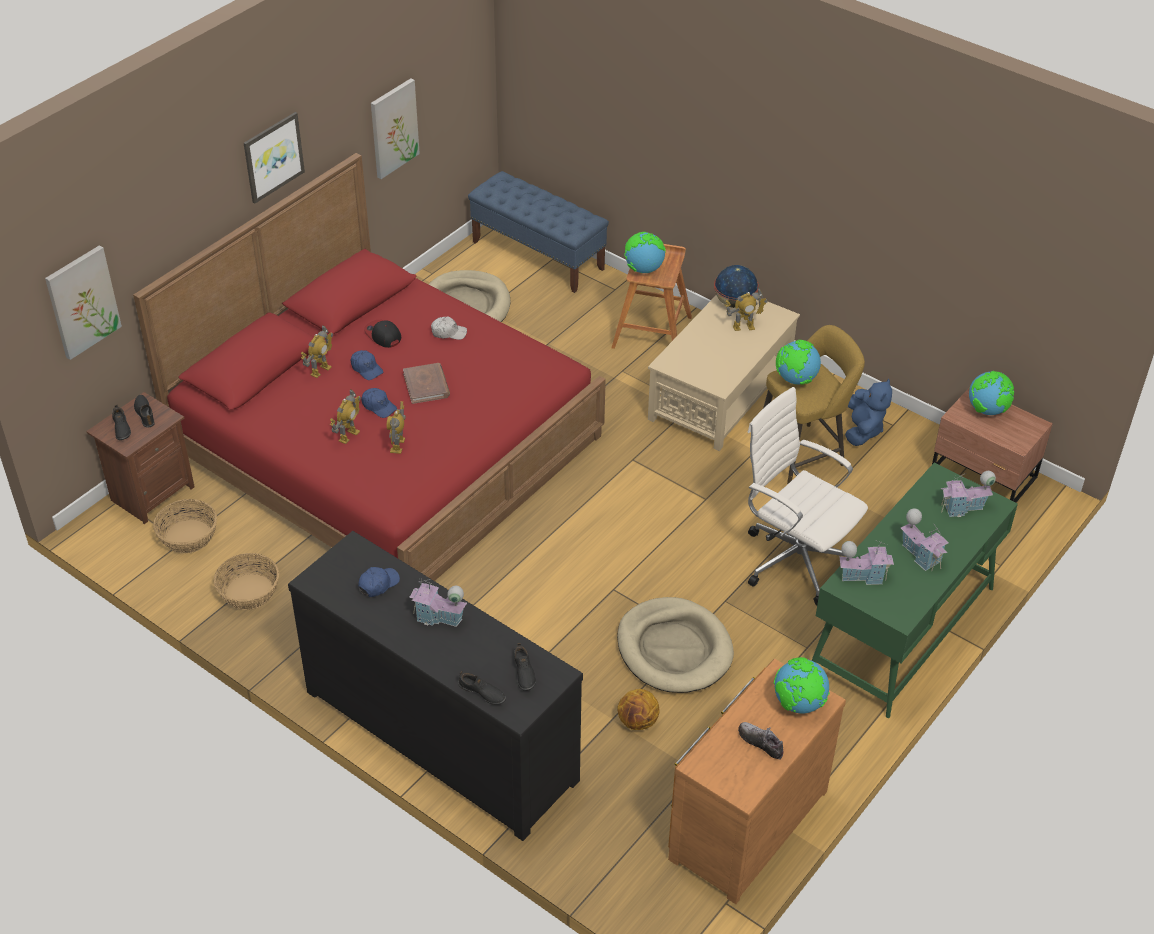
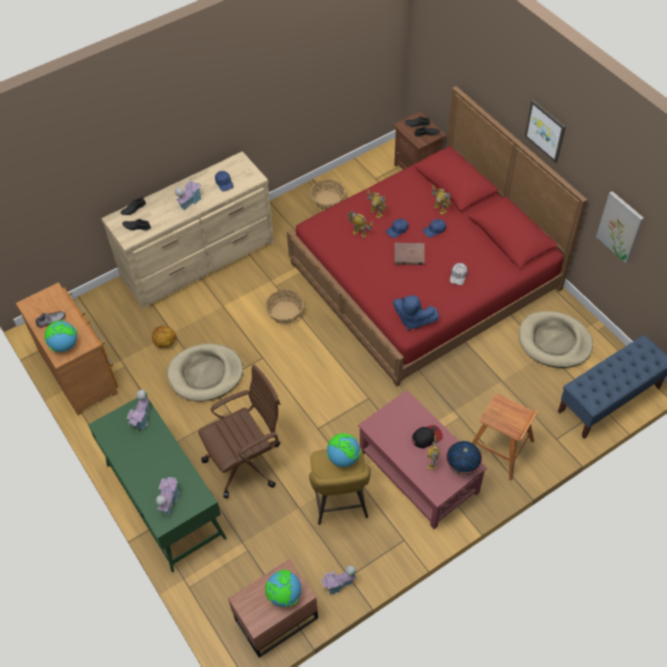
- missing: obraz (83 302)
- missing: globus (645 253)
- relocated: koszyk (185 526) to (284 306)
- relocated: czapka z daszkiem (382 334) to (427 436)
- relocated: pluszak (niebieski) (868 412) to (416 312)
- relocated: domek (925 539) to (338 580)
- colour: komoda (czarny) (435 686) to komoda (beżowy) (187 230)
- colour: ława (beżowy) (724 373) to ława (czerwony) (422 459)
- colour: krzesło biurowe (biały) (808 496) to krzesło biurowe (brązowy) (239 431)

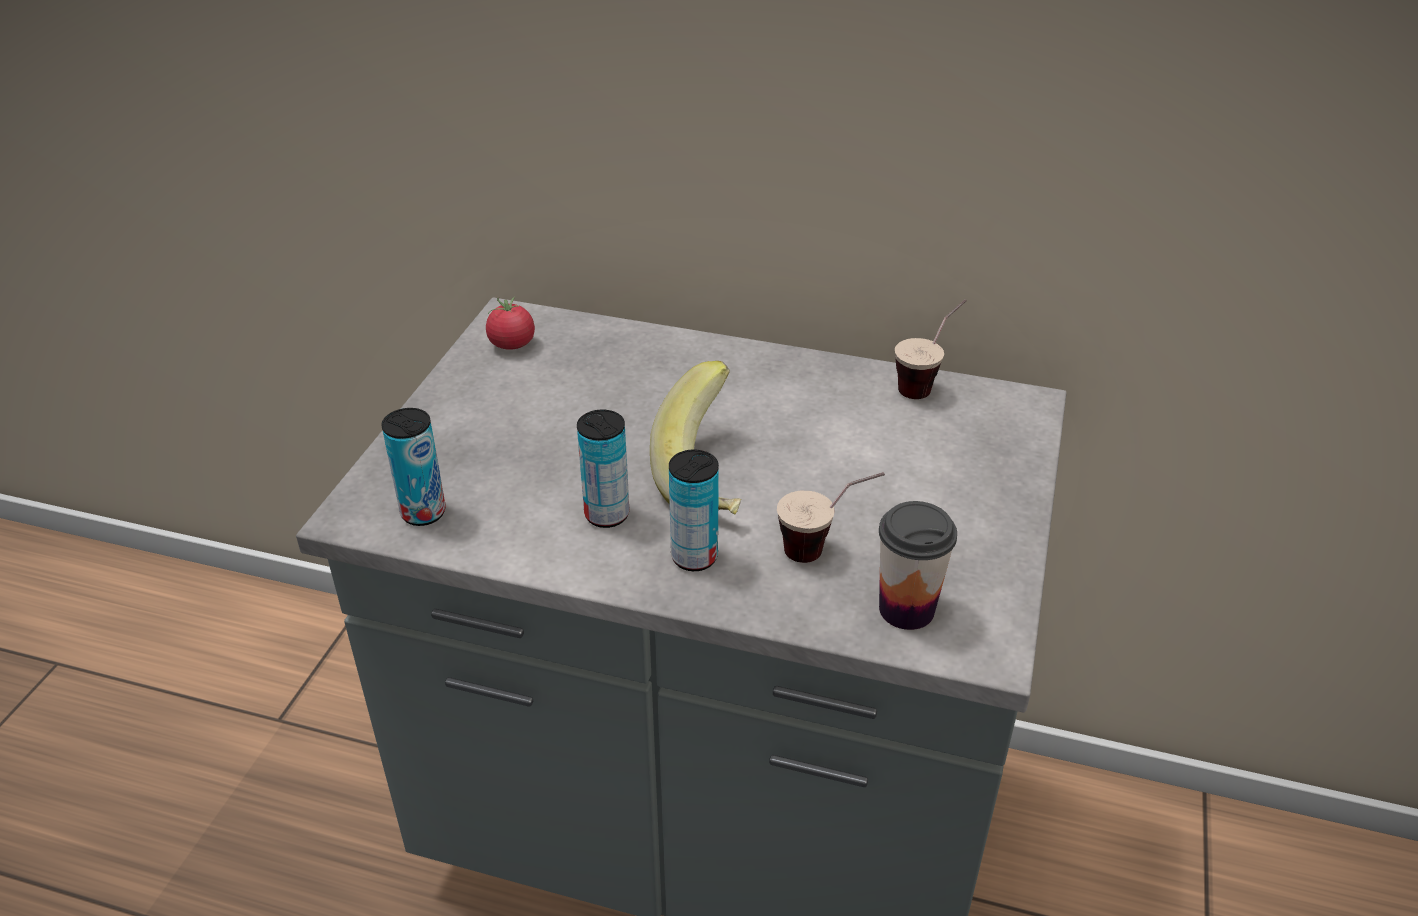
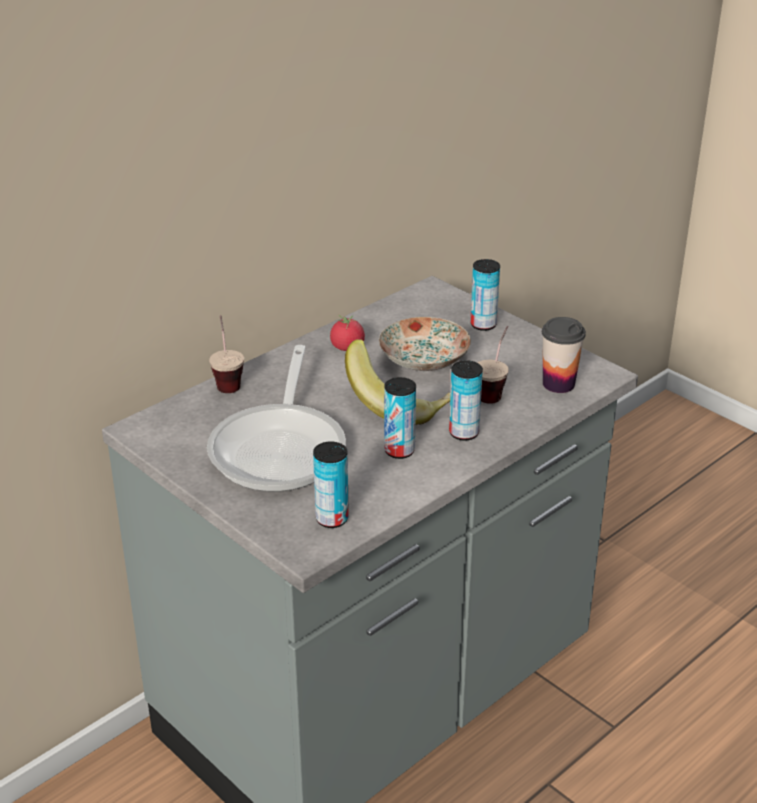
- appeared: patelnia (276 418)
- appeared: talerz (425 344)
- appeared: puszka (485 295)
- relocated: pomidor (510 323) to (347 333)
- relocated: filiżanka (930 349) to (226 354)

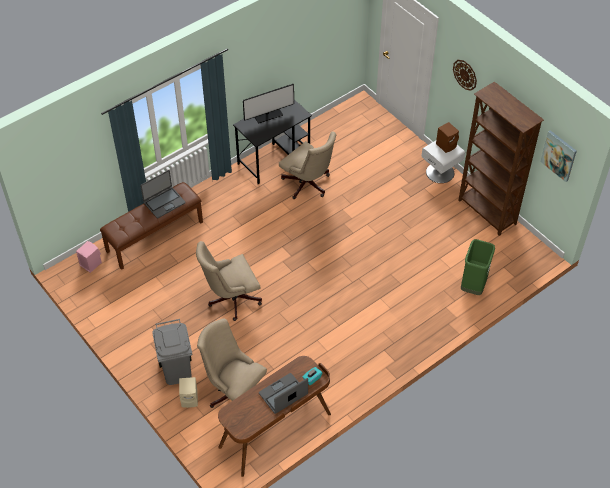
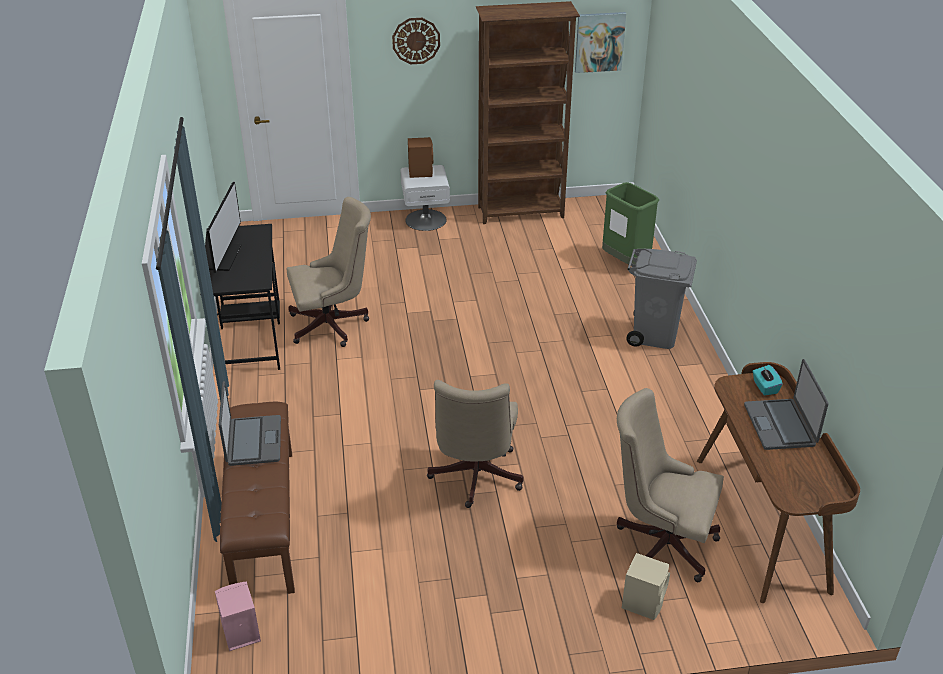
- relocated: kosz na śmieci (szary) (172 352) to (661 299)
- spun: krzesło biurowe (beżowy) (232 363) = (670 485) 45 degrees clockwise

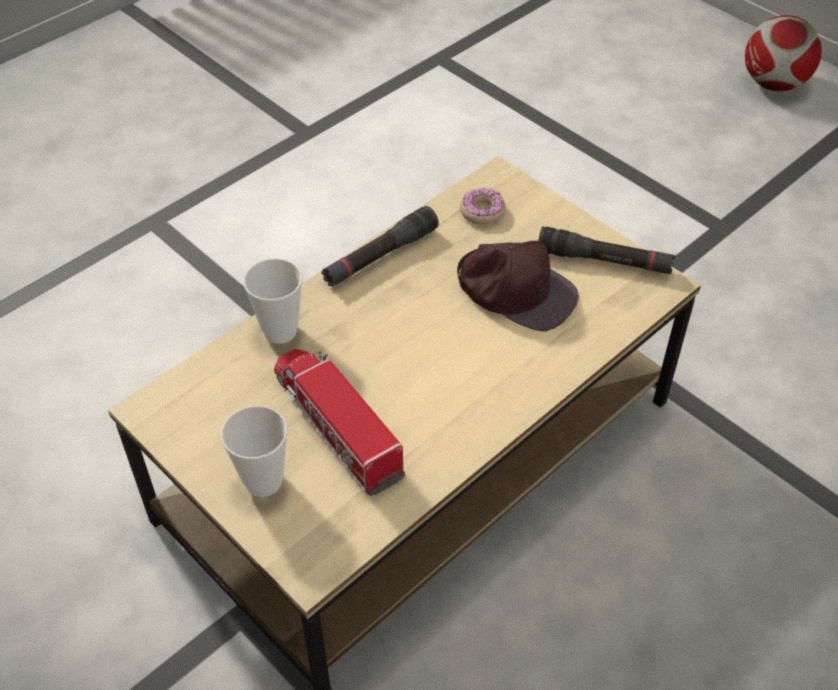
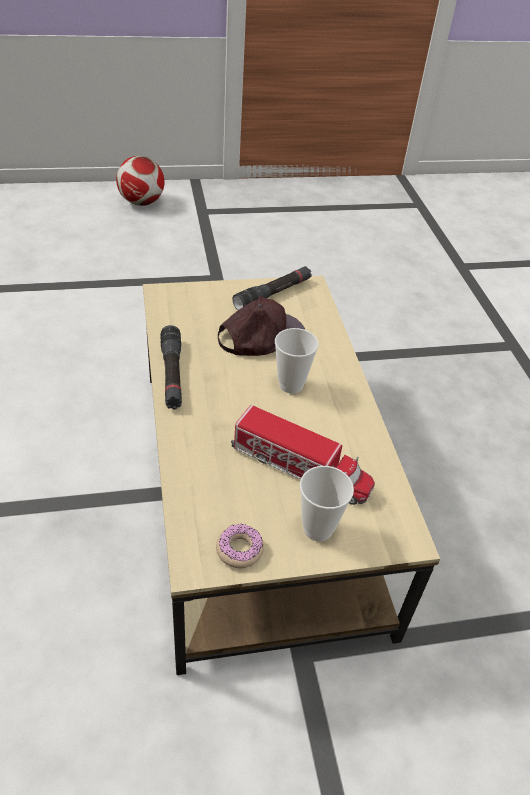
- relocated: filiżanka (272 301) to (297 360)
- relocated: donut (483 206) to (240 546)
- spun: ciężarówka zabawkowa (339 422) = (303 455) 150 degrees counterclockwise

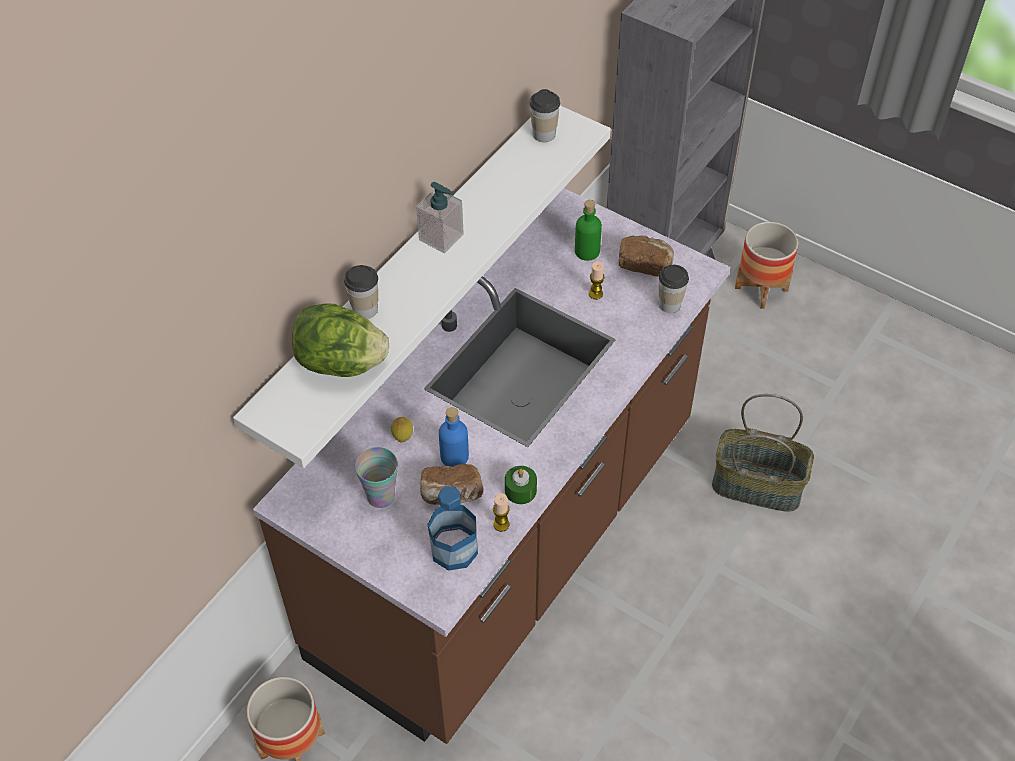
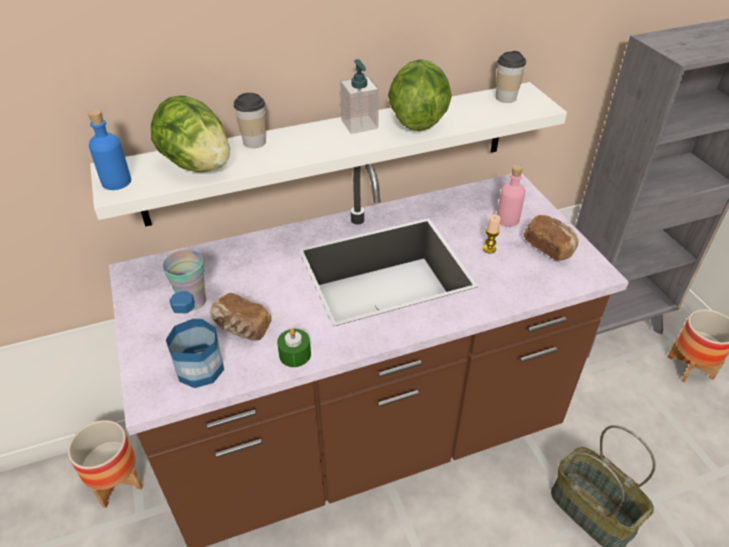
- missing: cytryna (402 430)
- missing: świeca (501 512)
- missing: filiżanka (674 289)
- appeared: sałata (420 95)
- relocated: butelka (niebieski) (454 437) to (109 149)
- colour: butelka (zielony) (588 230) to butelka (różowy) (511 196)

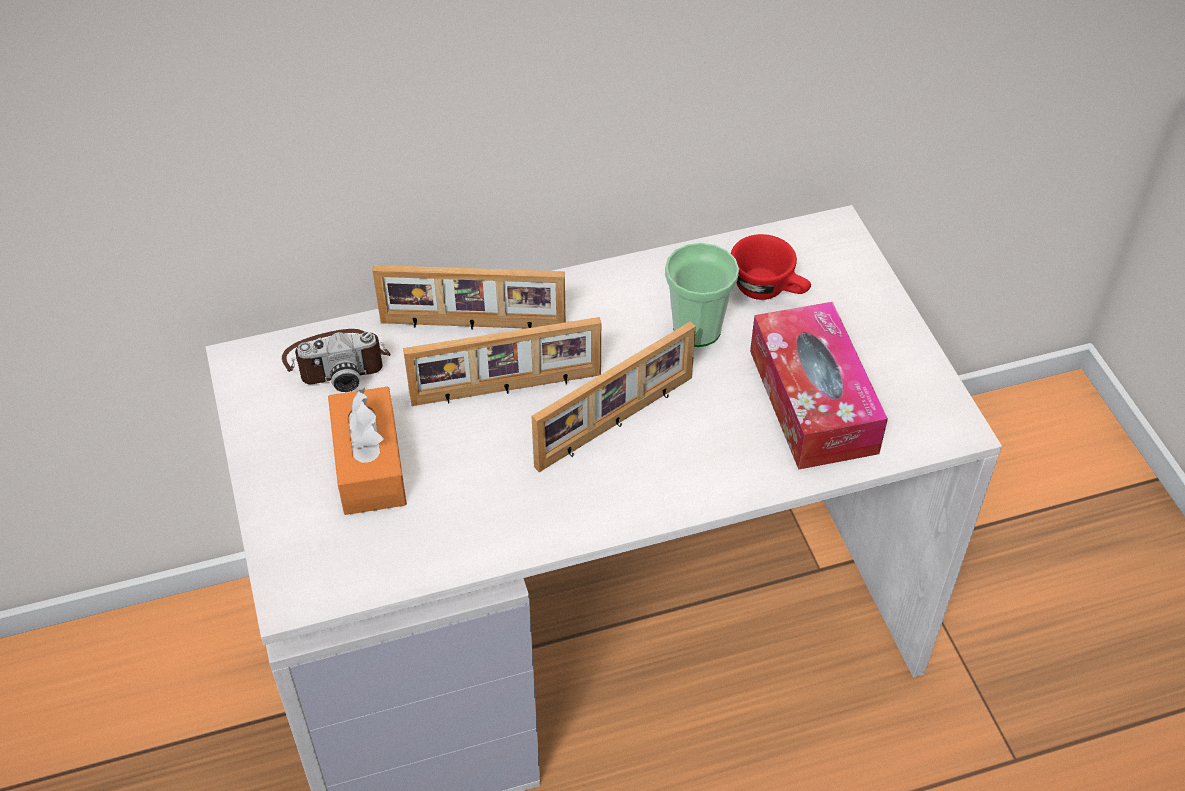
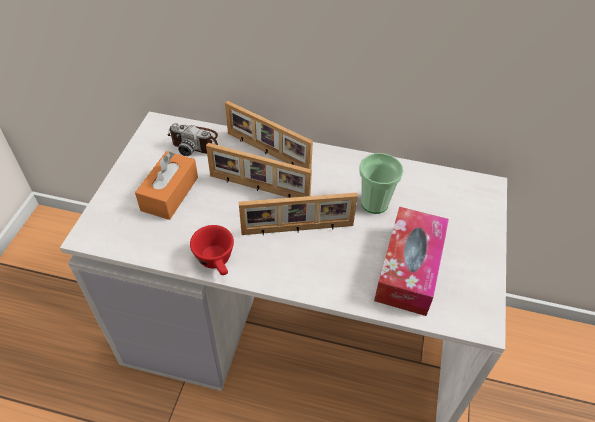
- relocated: filiżanka (czerwony) (771 267) to (212 250)

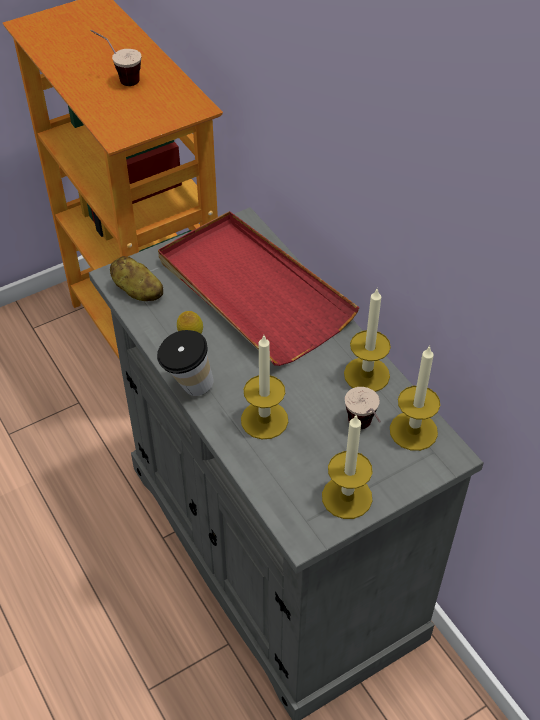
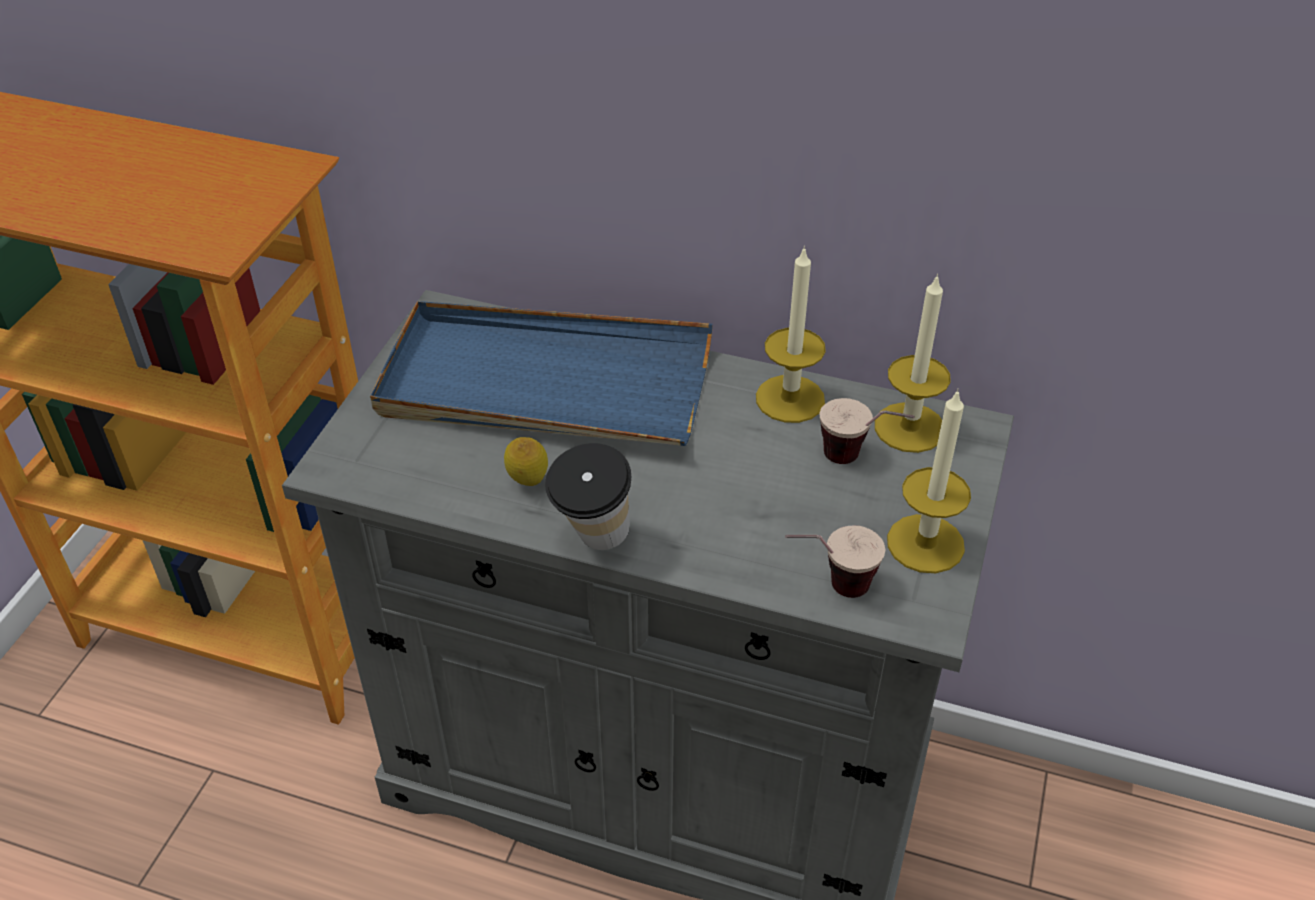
- missing: ziemniak (136 278)
- missing: świeca (264 387)
- relocated: filiżanka (116 58) to (835 561)
- colour: taca (czerwony) (258 288) to taca (niebieski) (541 373)

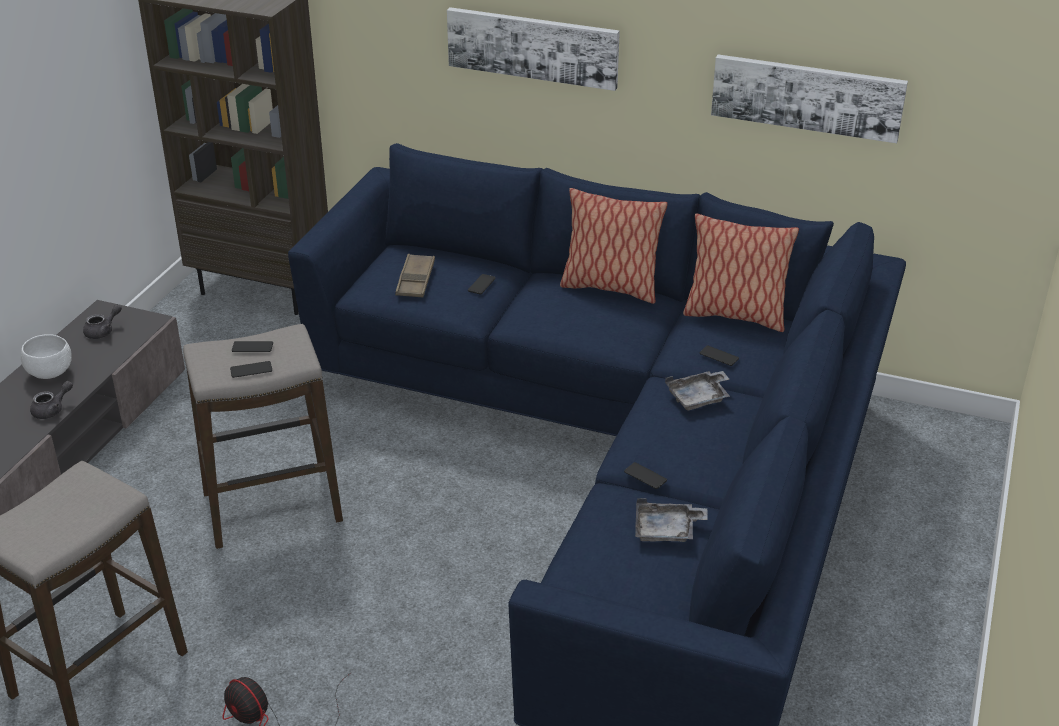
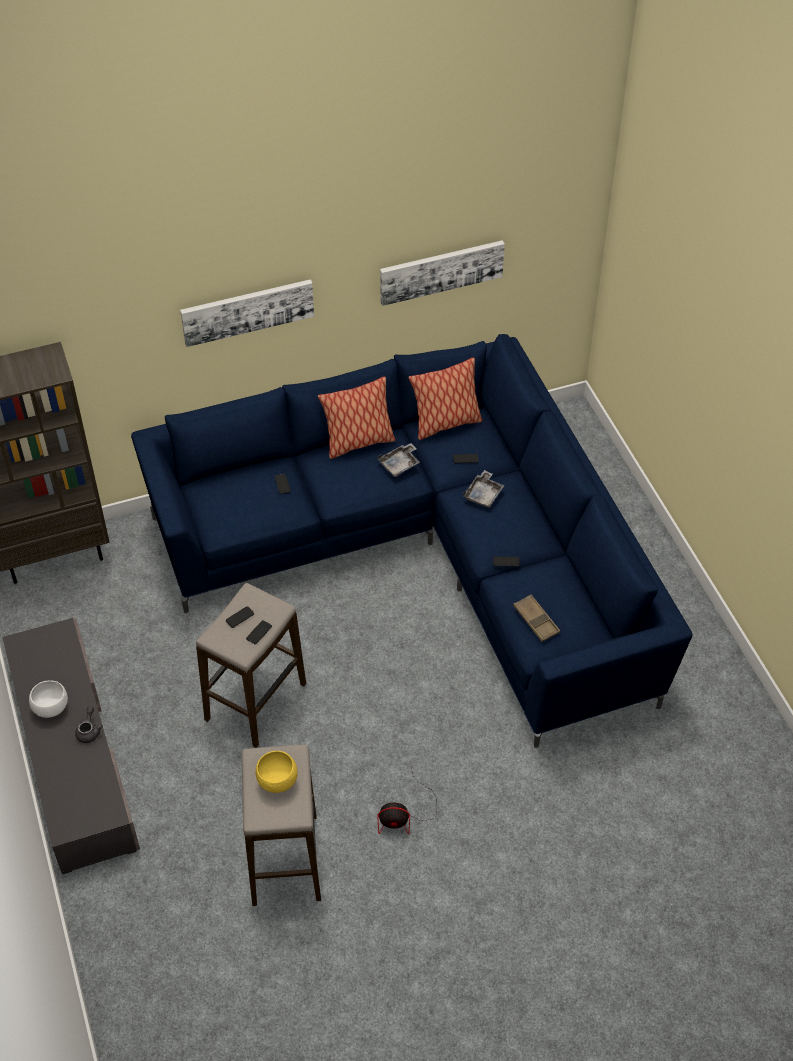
- missing: imbryk (szary) (102 321)
- appeared: miska (żółty) (277 772)
- relocated: taca (brązowy) (415 276) to (536 618)
- relocated: taca (szary) (671 520) to (398 460)

